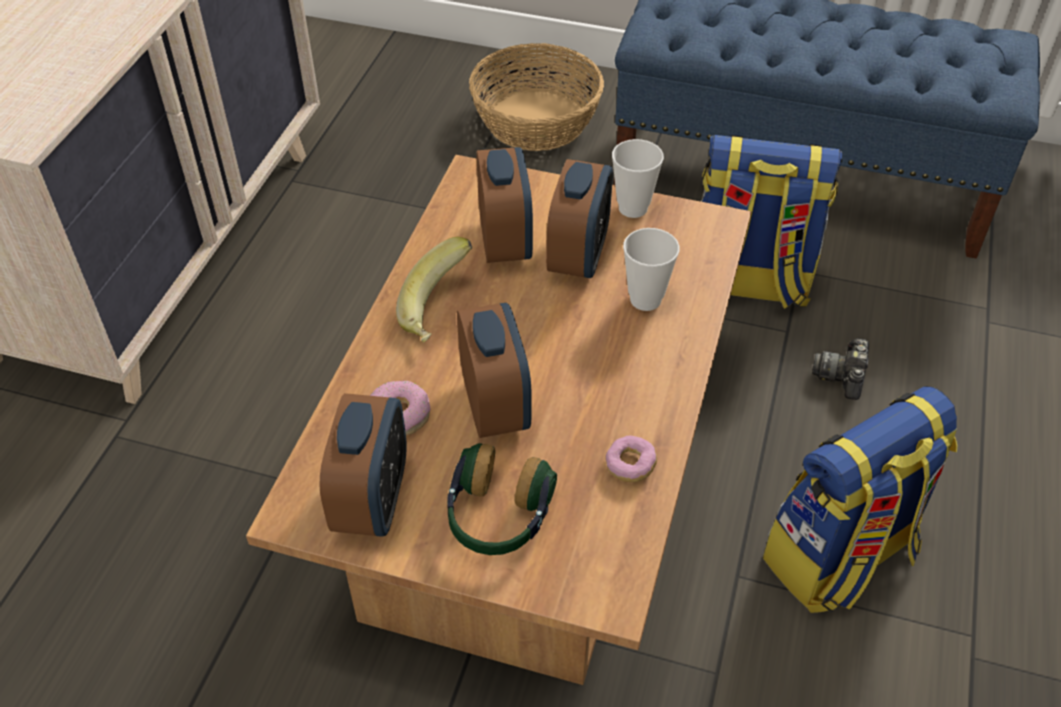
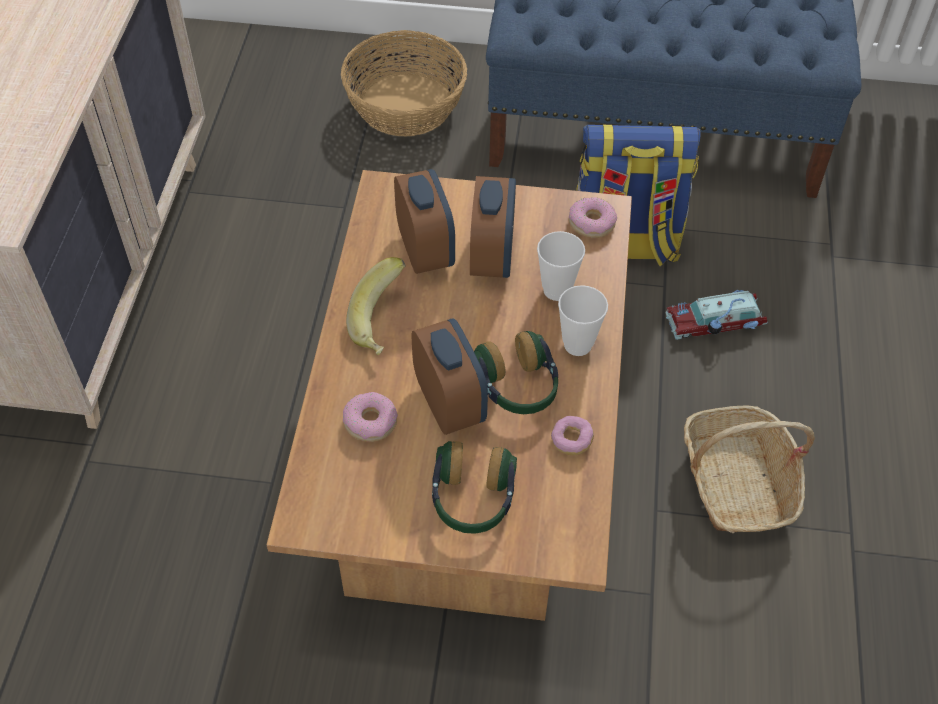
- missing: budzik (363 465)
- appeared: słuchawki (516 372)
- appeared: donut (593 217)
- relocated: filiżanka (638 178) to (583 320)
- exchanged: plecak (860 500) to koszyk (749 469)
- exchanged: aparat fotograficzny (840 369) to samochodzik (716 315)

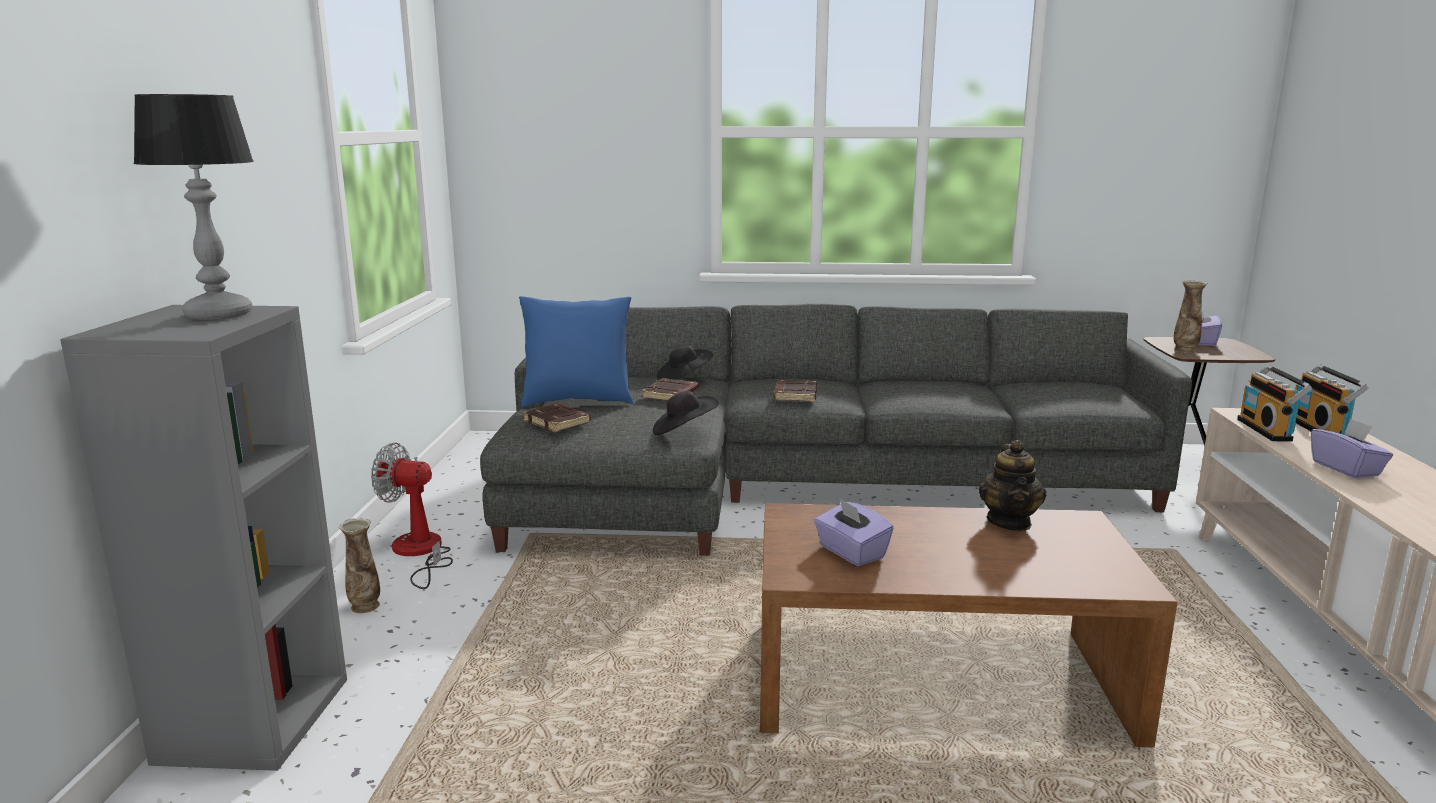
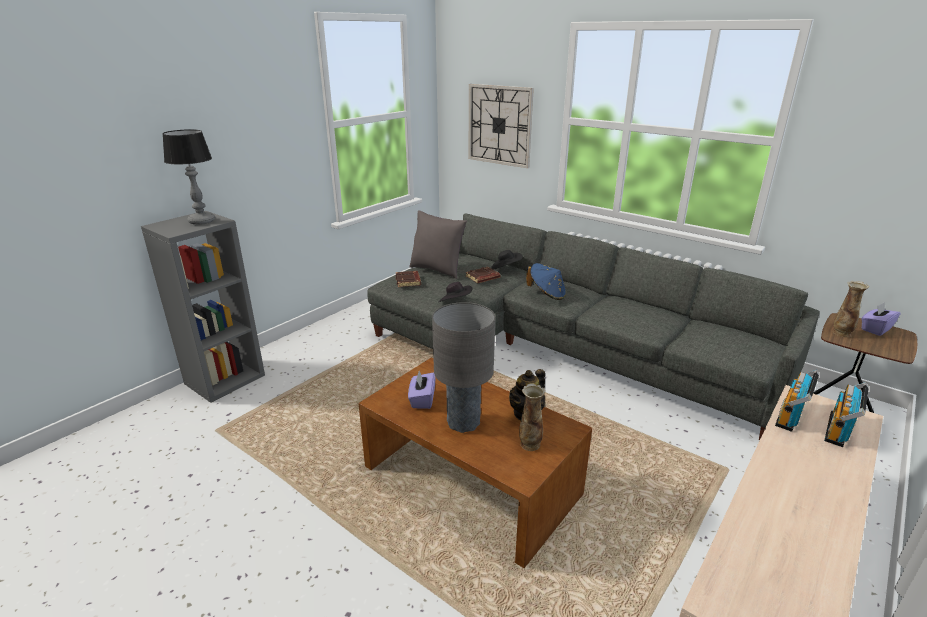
- missing: wentylator (412 515)
- missing: pudełko chusteczek (fioletowy) (1352 448)
- appeared: lampa stołowa (szary) (463 367)
- appeared: zegar ścienny (501 126)
- relocated: wazon (359 565) to (532 417)
- exchanged: książka (brązowy) (795 391) to kapelusz (niebieski) (546 281)
- colour: poduszka (niebieski) (576 351) to poduszka (szary) (438 244)

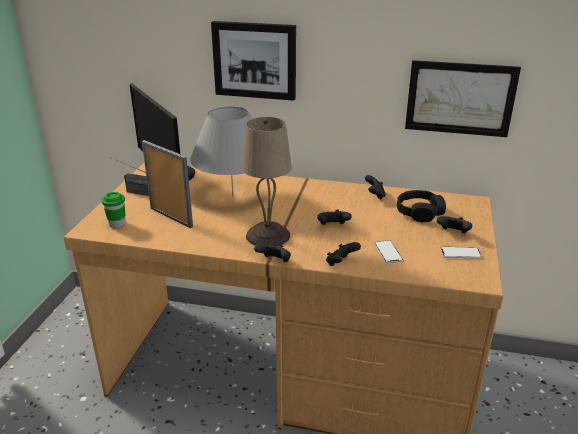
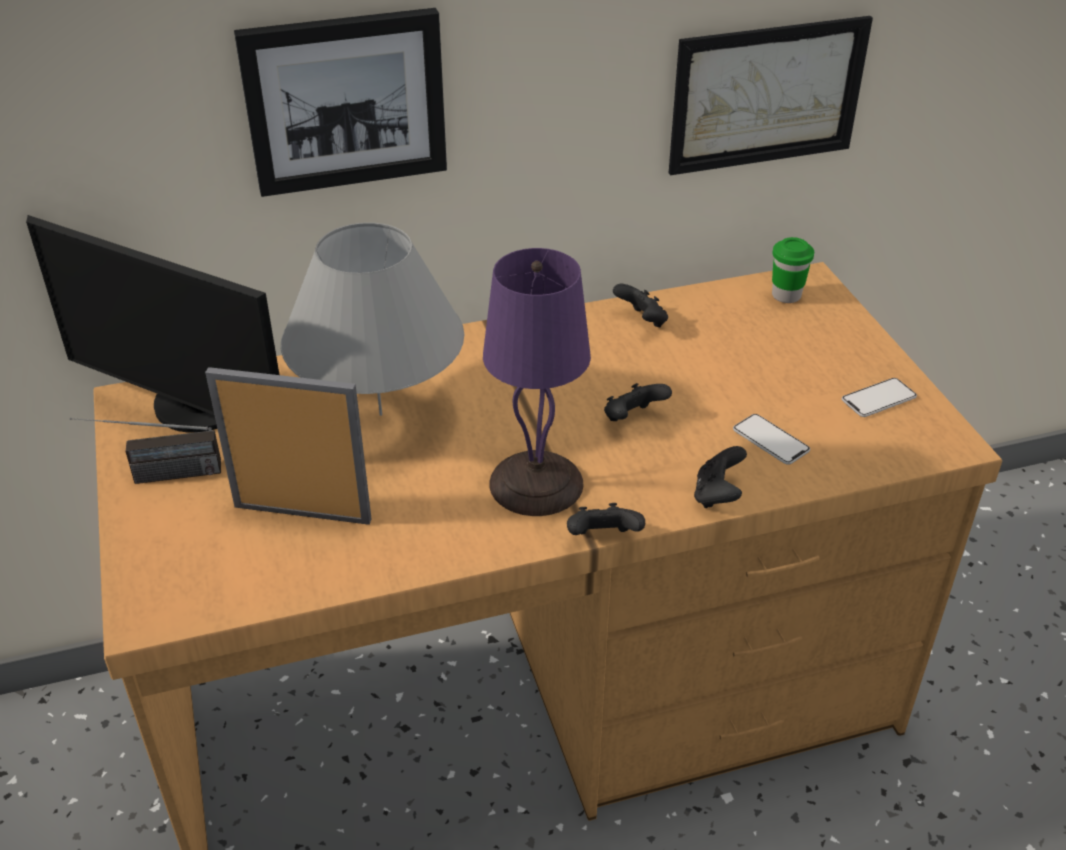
- missing: słuchawki (czarny) (421 206)
- missing: pad do gier (czarny) (454 224)
- relocated: filiżanka (zielony) (113 210) to (793 270)
- colour: lampa stołowa (beżowy) (267 181) to lampa stołowa (fioletowy) (537 382)

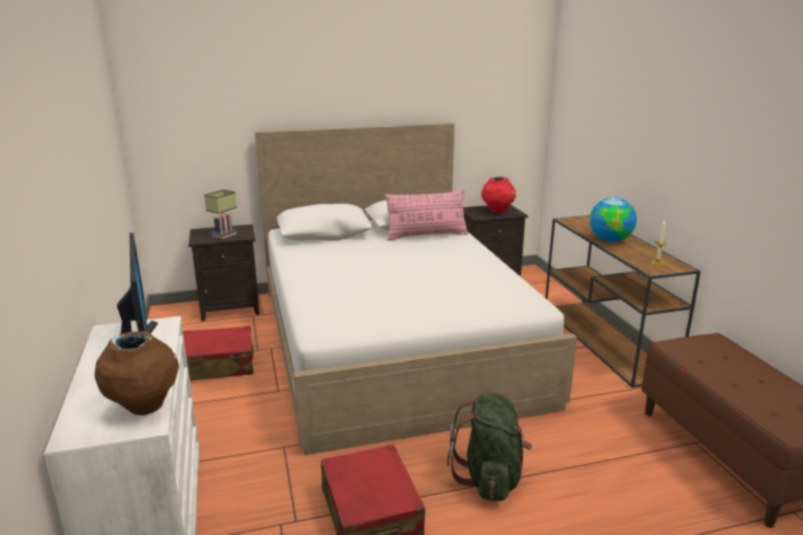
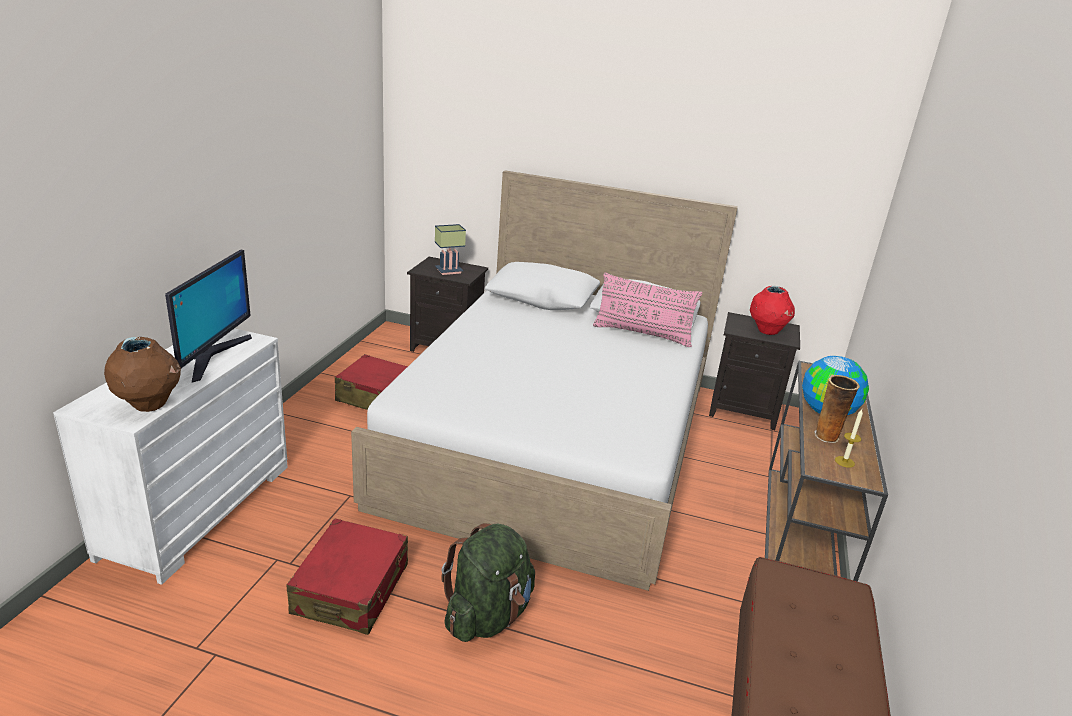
- appeared: wazon (837 409)

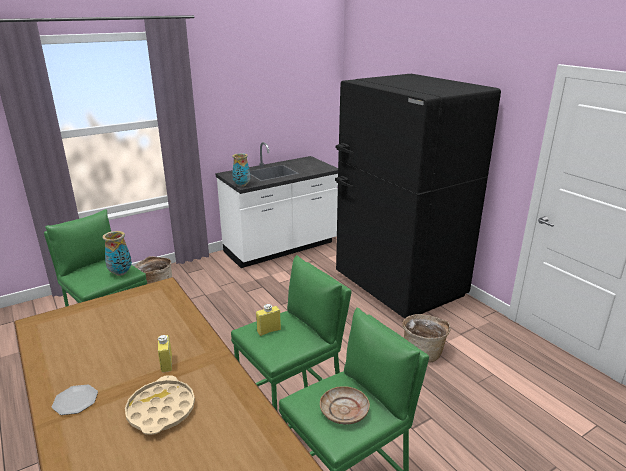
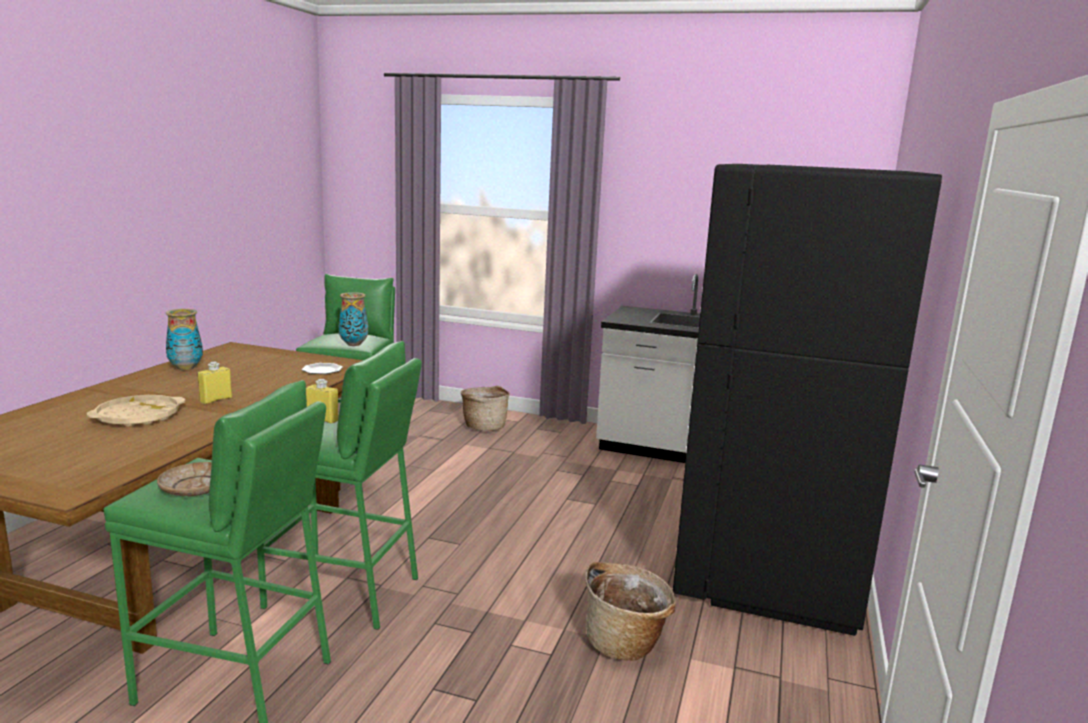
- relocated: talerz (75 399) to (322 368)
- relocated: wazon (241 170) to (184 339)

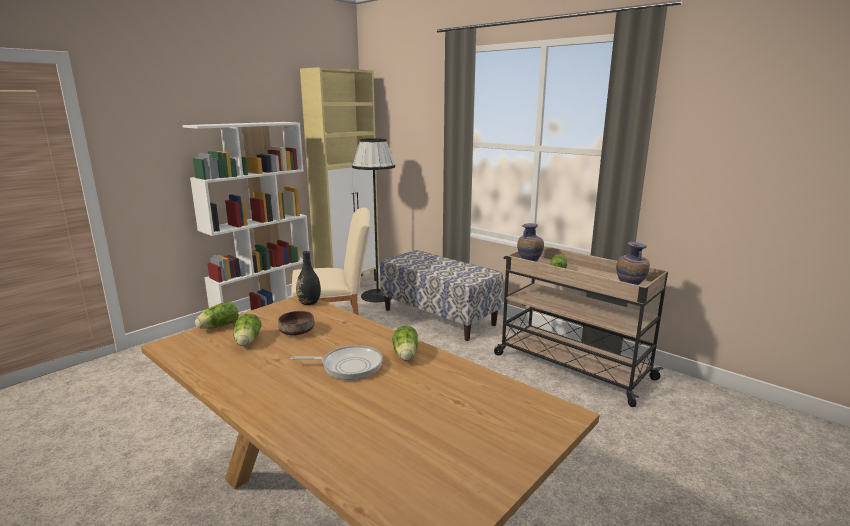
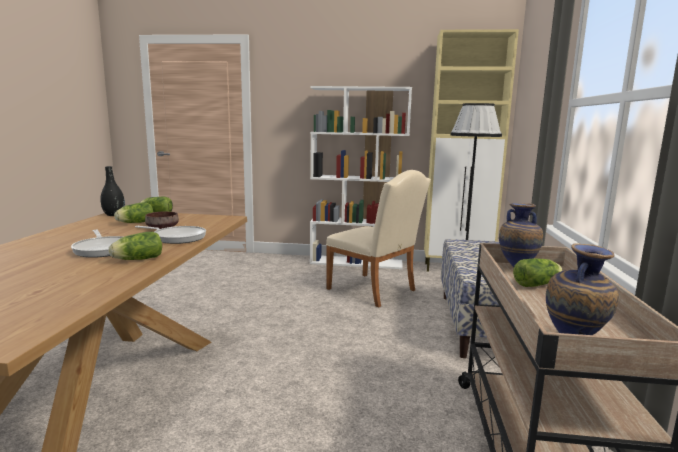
- appeared: patelnia (170 235)
- relocated: wazon (czarny) (308 278) to (112 191)

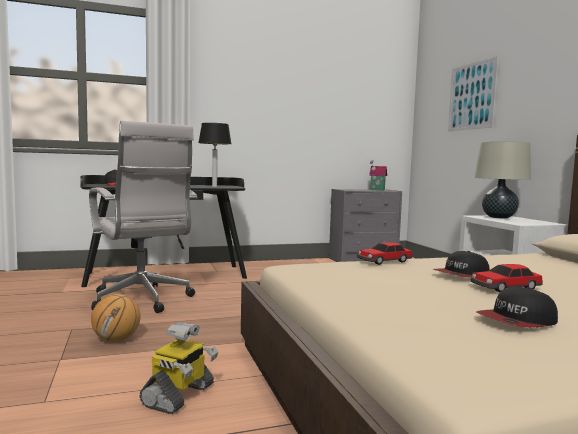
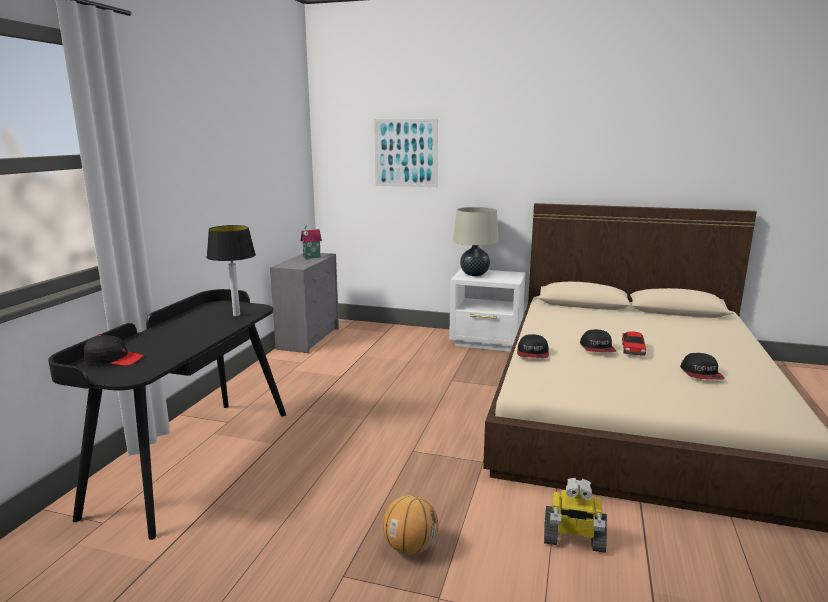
- missing: krzesło biurowe (biały) (143 217)
- exchanged: samochodzik (384 254) to czapka z daszkiem (533 346)
- spun: robot zabawkowy (178 368) = (575 515) 135 degrees clockwise

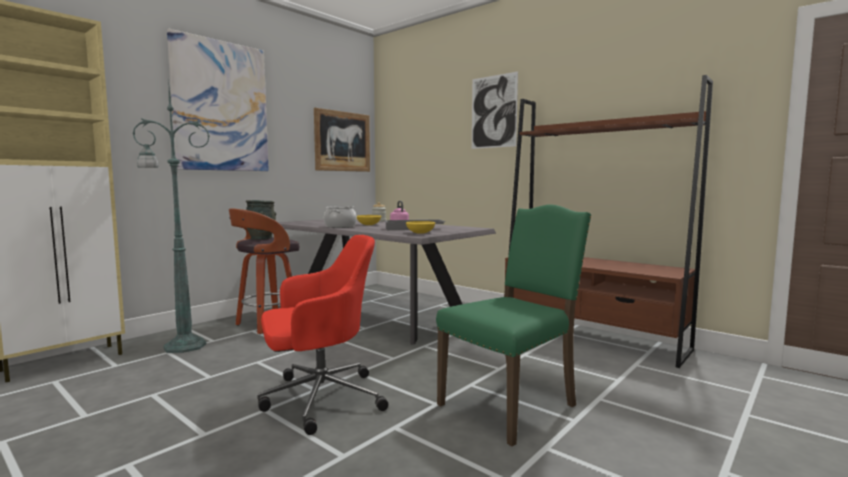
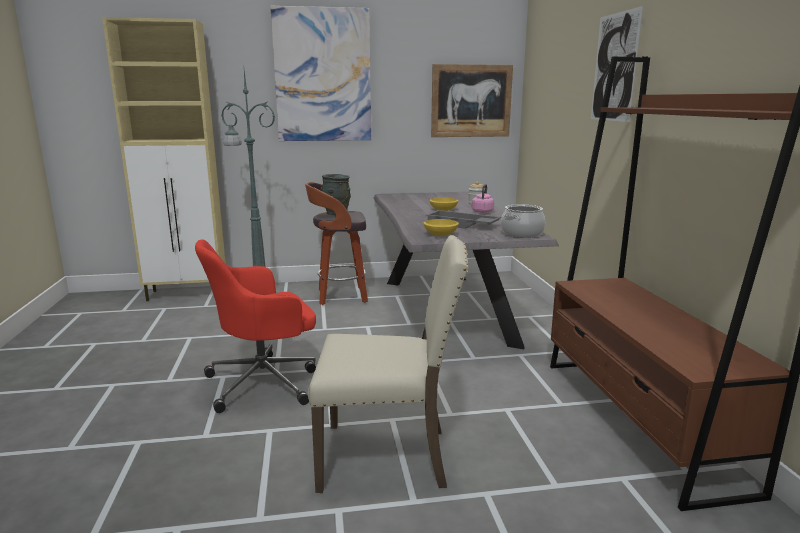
- relocated: garnek (340 217) to (523 221)
- colour: krzesło (zielony) (513 325) to krzesło (beżowy) (388 364)
- spun: krzesło biurowe (czerwony) (322 335) = (255 326) 135 degrees clockwise

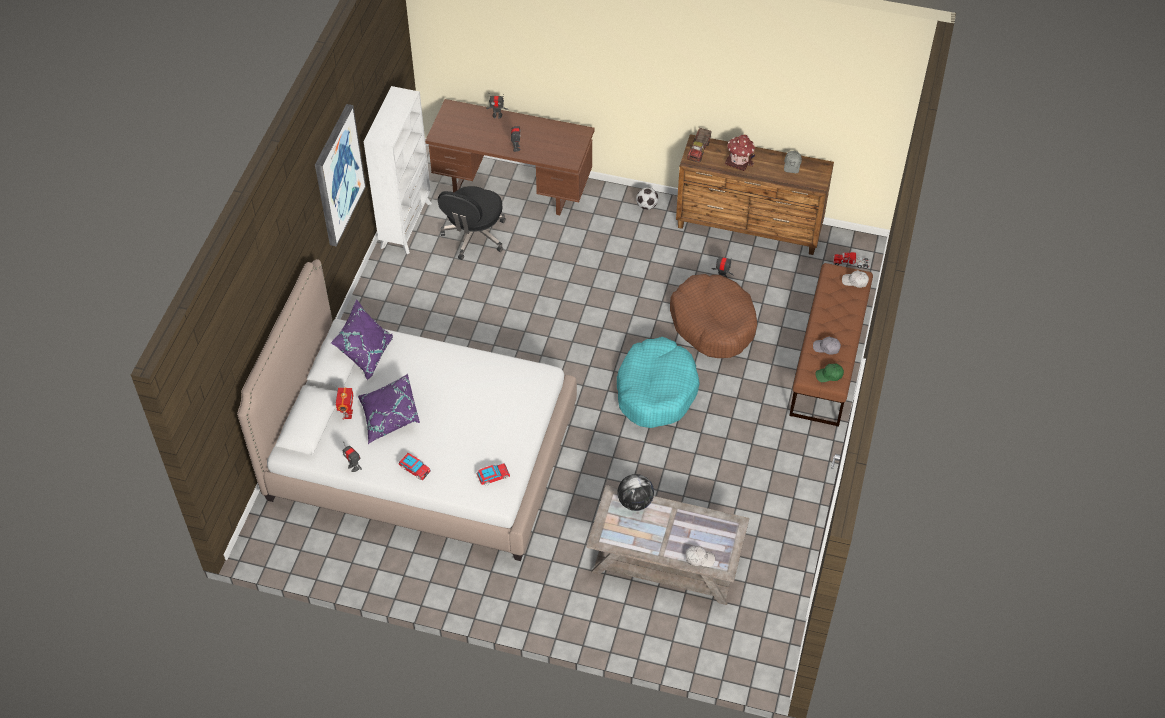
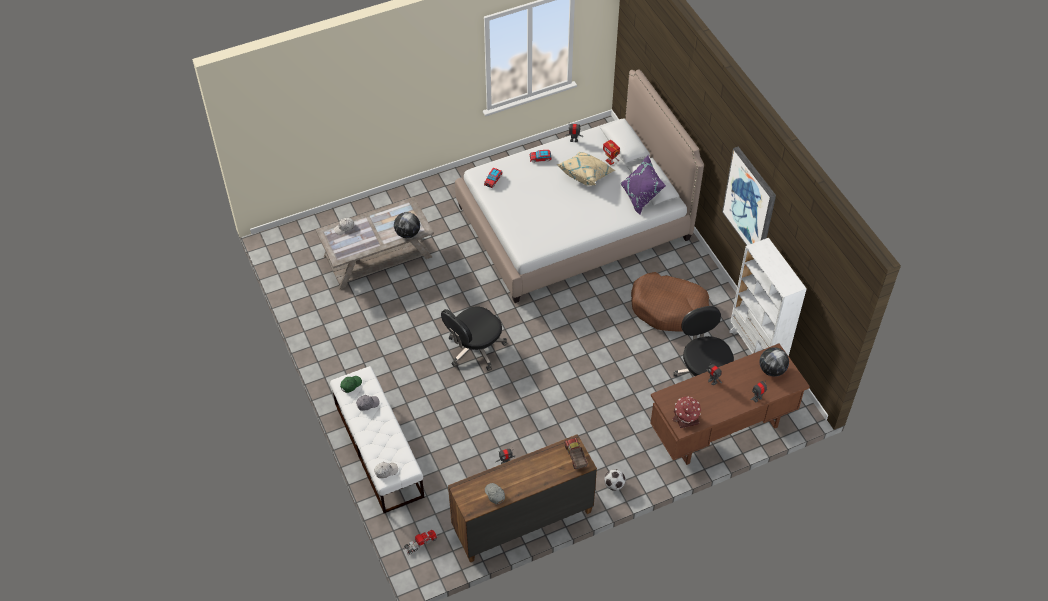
- appeared: globus (774 362)
- relocated: legowisko (brązowy) (713 316) to (670 302)
- relocated: domek (740 152) to (686 412)
- exchanged: legowisko (turkusowy) (658 382) to krzesło biurowe (czarny) (474 338)
- colour: poduszka (fioletowy) (389 408) to poduszka (beżowy) (586 169)
- colour: ławka (brązowy) (831 345) to ławka (biały) (377 439)

